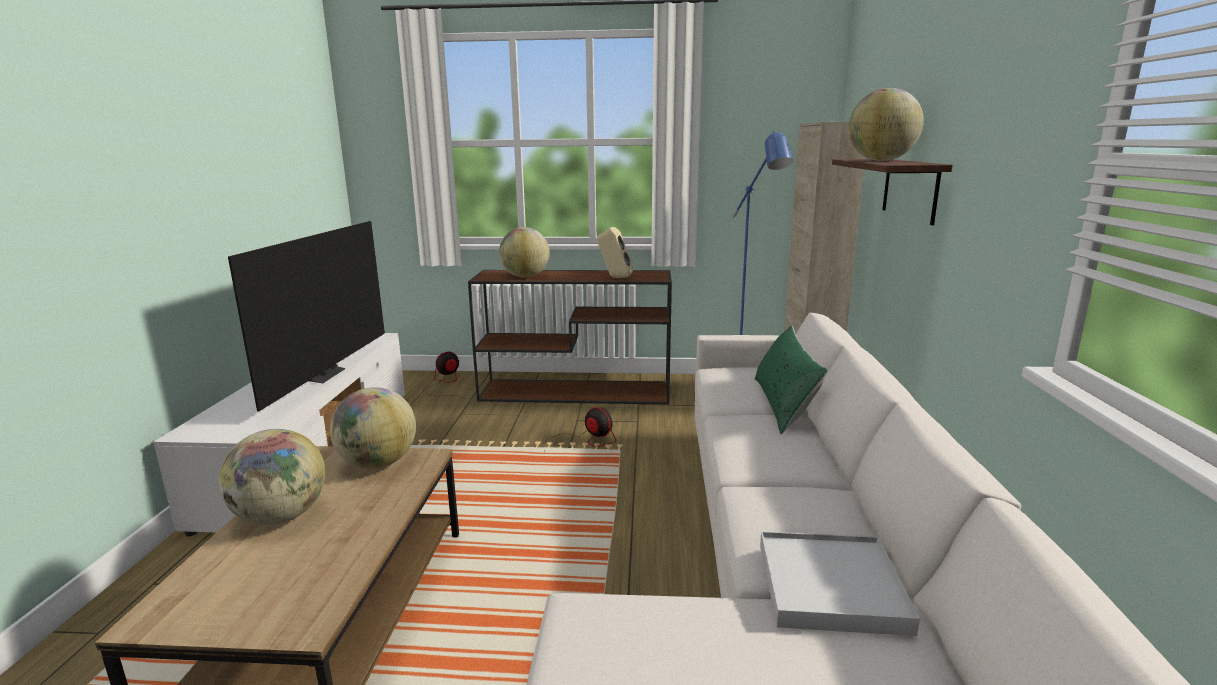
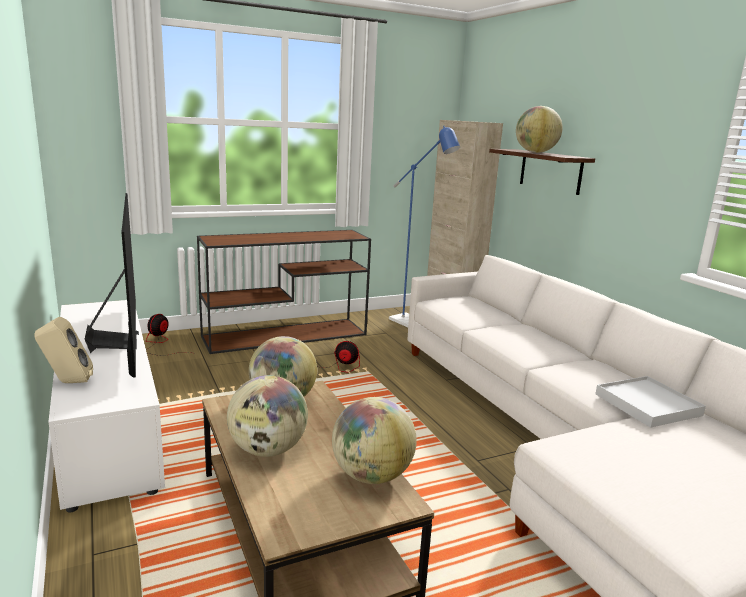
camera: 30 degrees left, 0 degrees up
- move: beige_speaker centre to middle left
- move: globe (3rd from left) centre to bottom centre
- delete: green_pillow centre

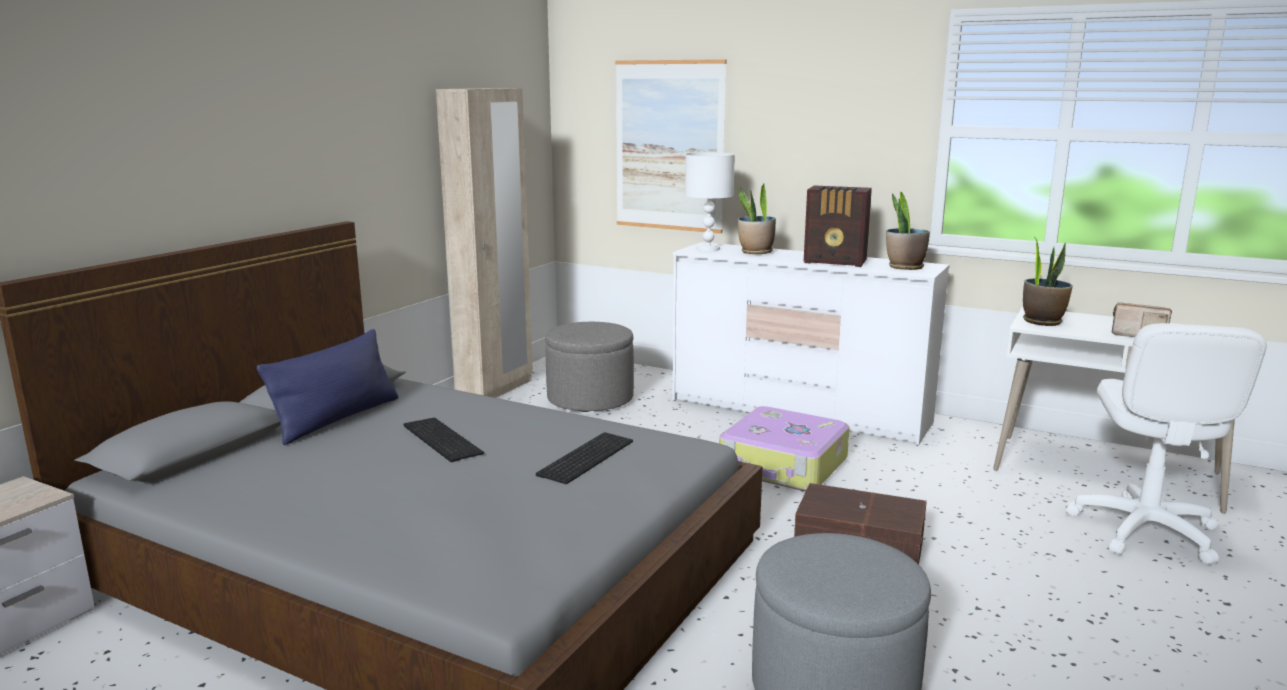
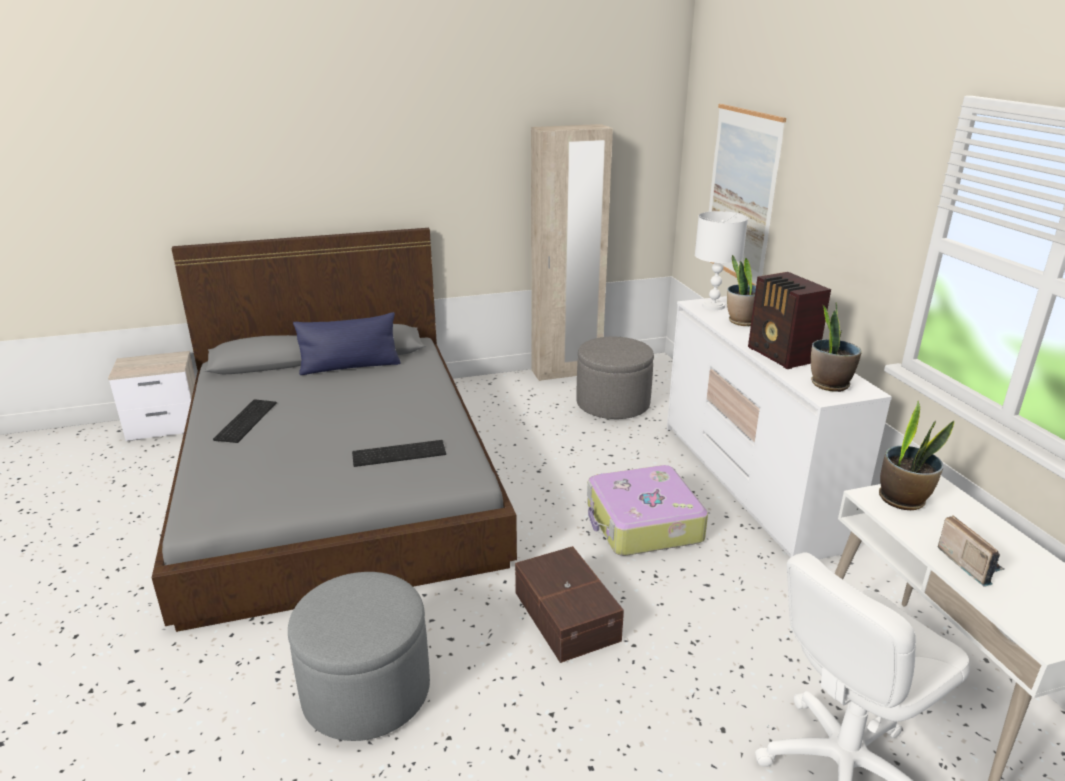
camera: 45 degrees right, 10 degrees up
- move: keyboard (1st from left) centre to middle left

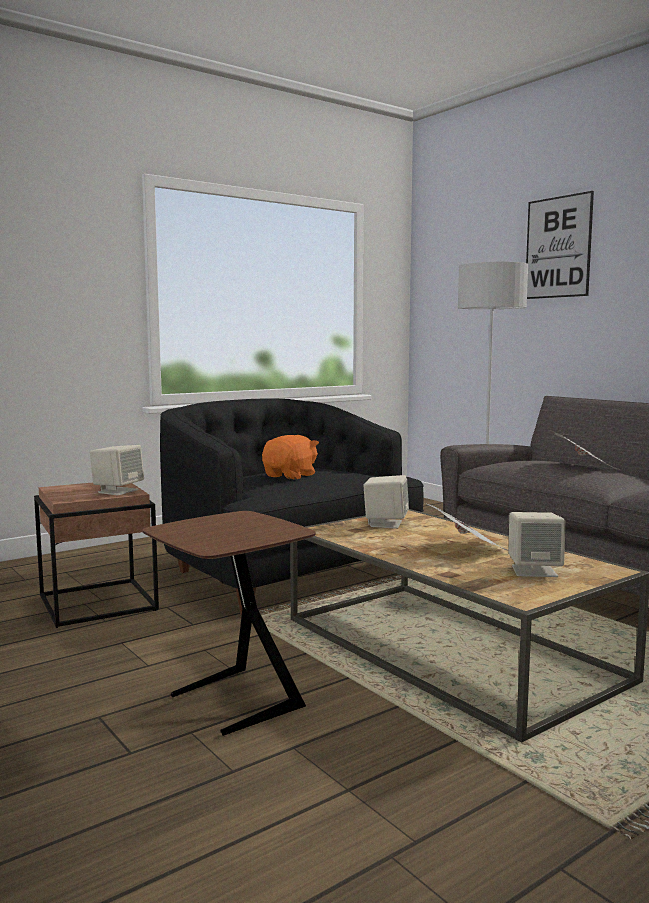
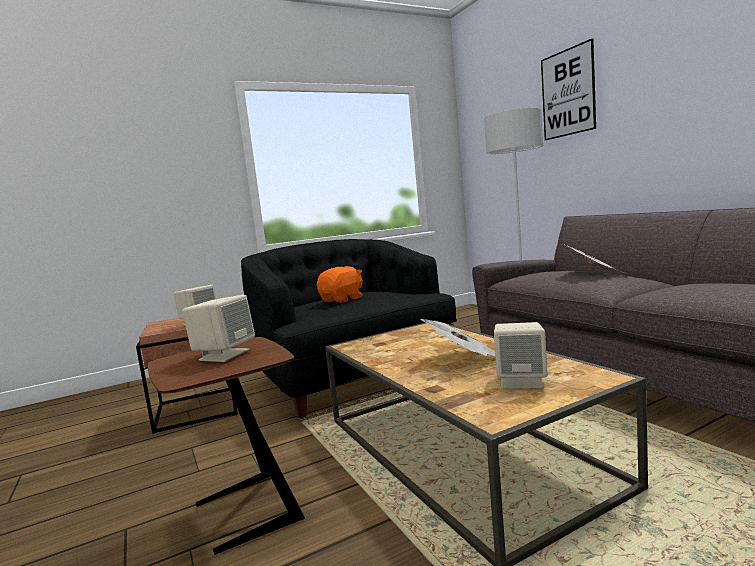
camera: 10 degrees right, 0 degrees up
- move: beige_speaker (2nd from left) centre to middle left

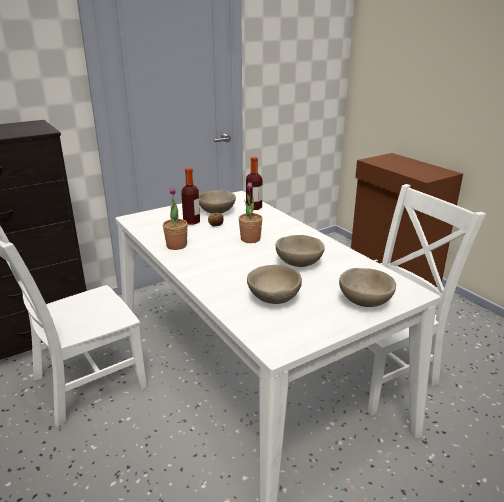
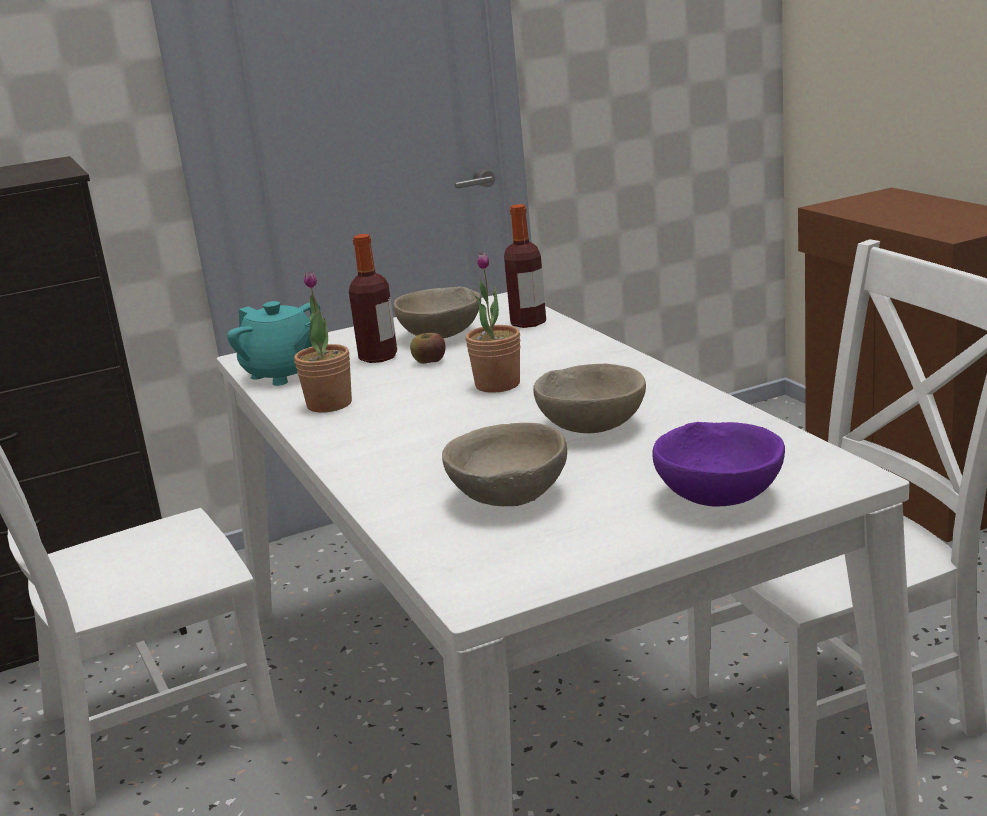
camera: 10 degrees right, 5 degrees down
- insert: turquoise_teapot middle left
- recolor: beige_bowl (4th from left) middle right to purple_bowl middle right

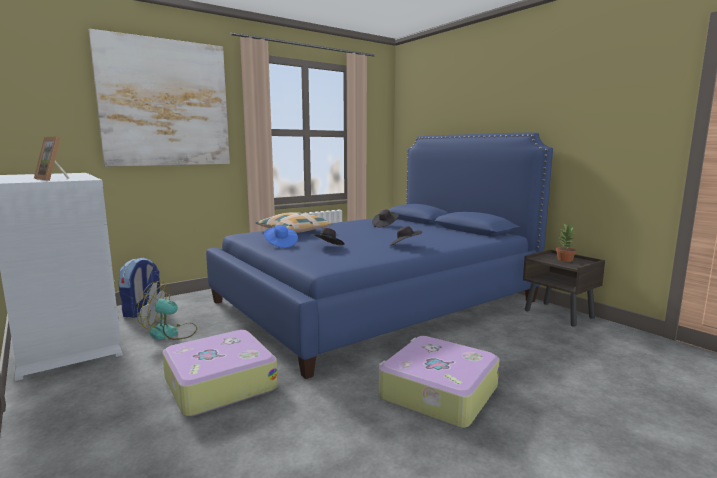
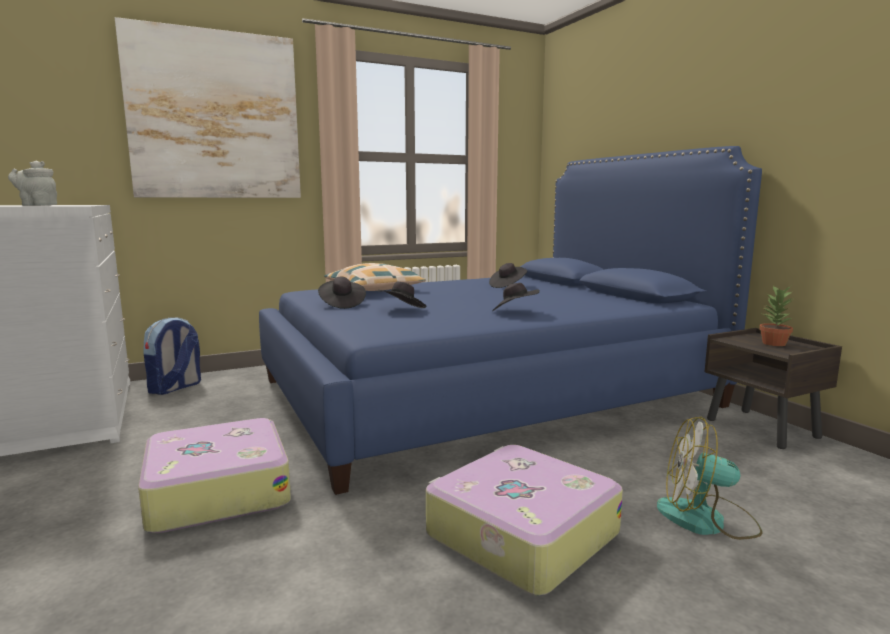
camera: 10 degrees right, 0 degrees up
- replace: picture_frame top left to grey_teapot top left
- recolor: blue_hat centre to black_hat (1st from left) centre
- move: fan middle left to bottom right

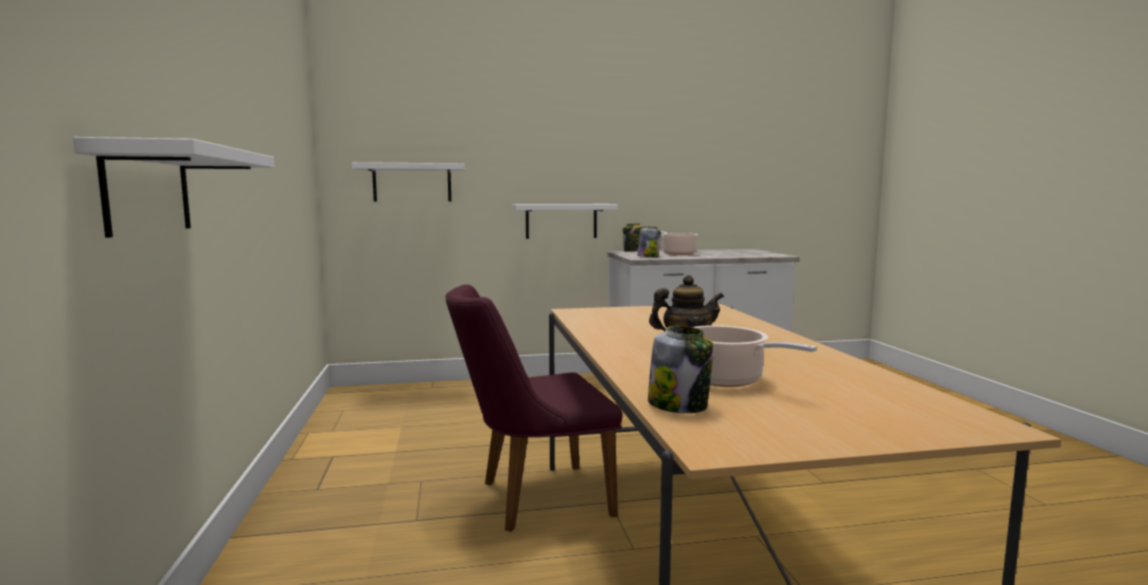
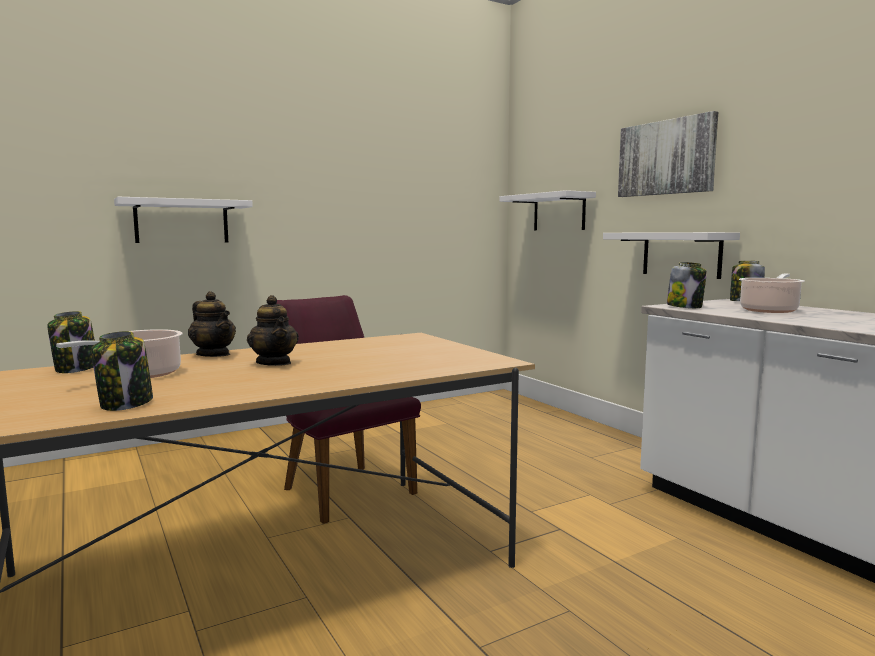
camera: 70 degrees right, 0 degrees up
- insert: jar (2nd from left) middle left
- insert: teapot (1st from left) middle left
- insert: picture top right

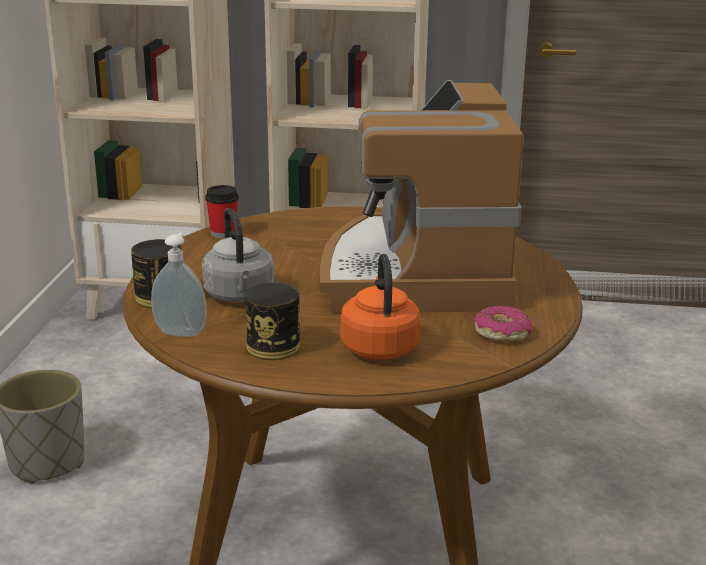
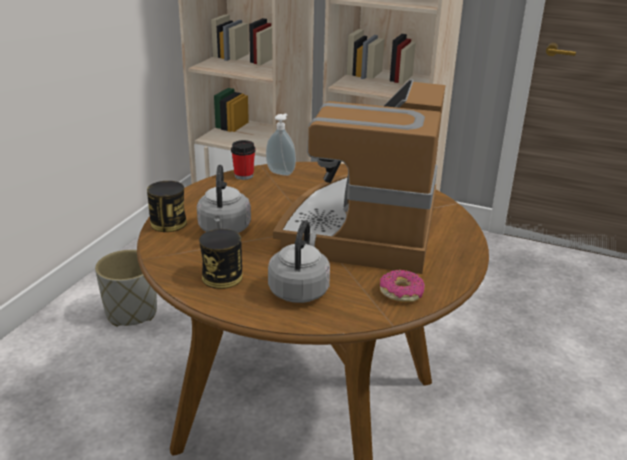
camera: 15 degrees right, 5 degrees up
- move: soap_dispenser middle left to top centre
- recolor: orange_kettle centre to grey_kettle (2nd from left) centre

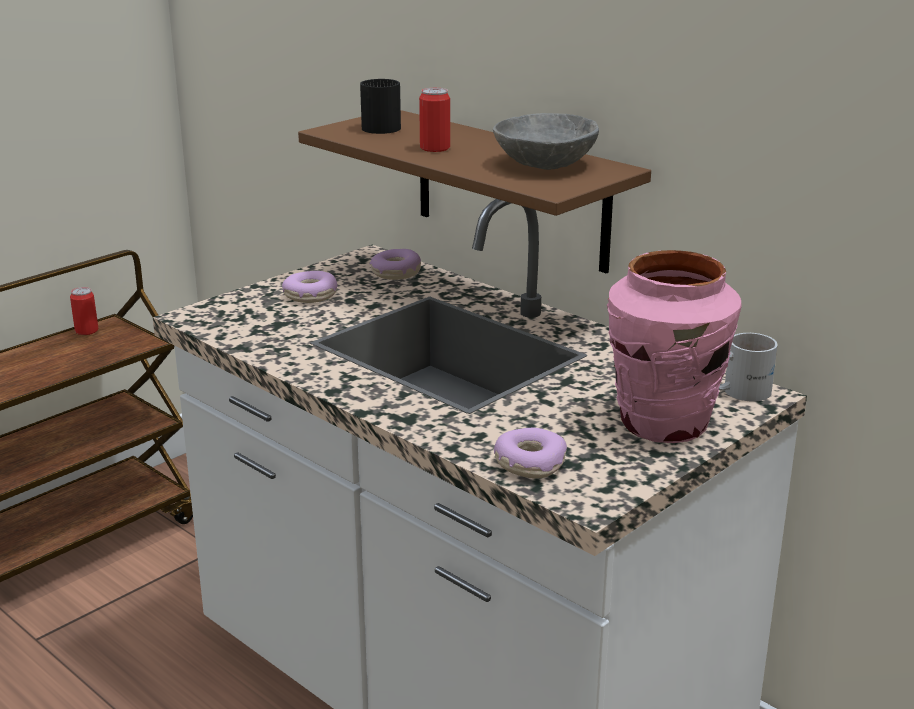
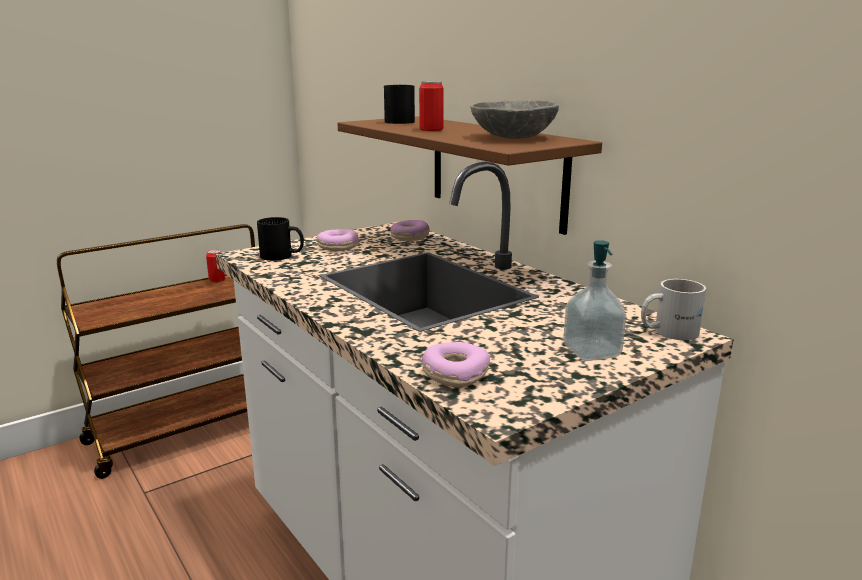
camera: 10 degrees right, 5 degrees down
- insert: black_mug (1st from left) middle left
- replace: pink_vase middle right to soap_dispenser middle right

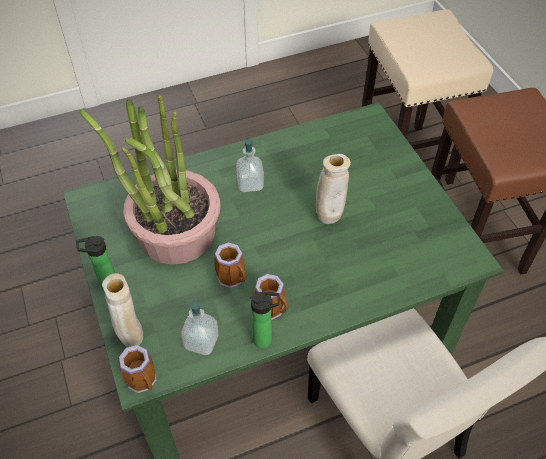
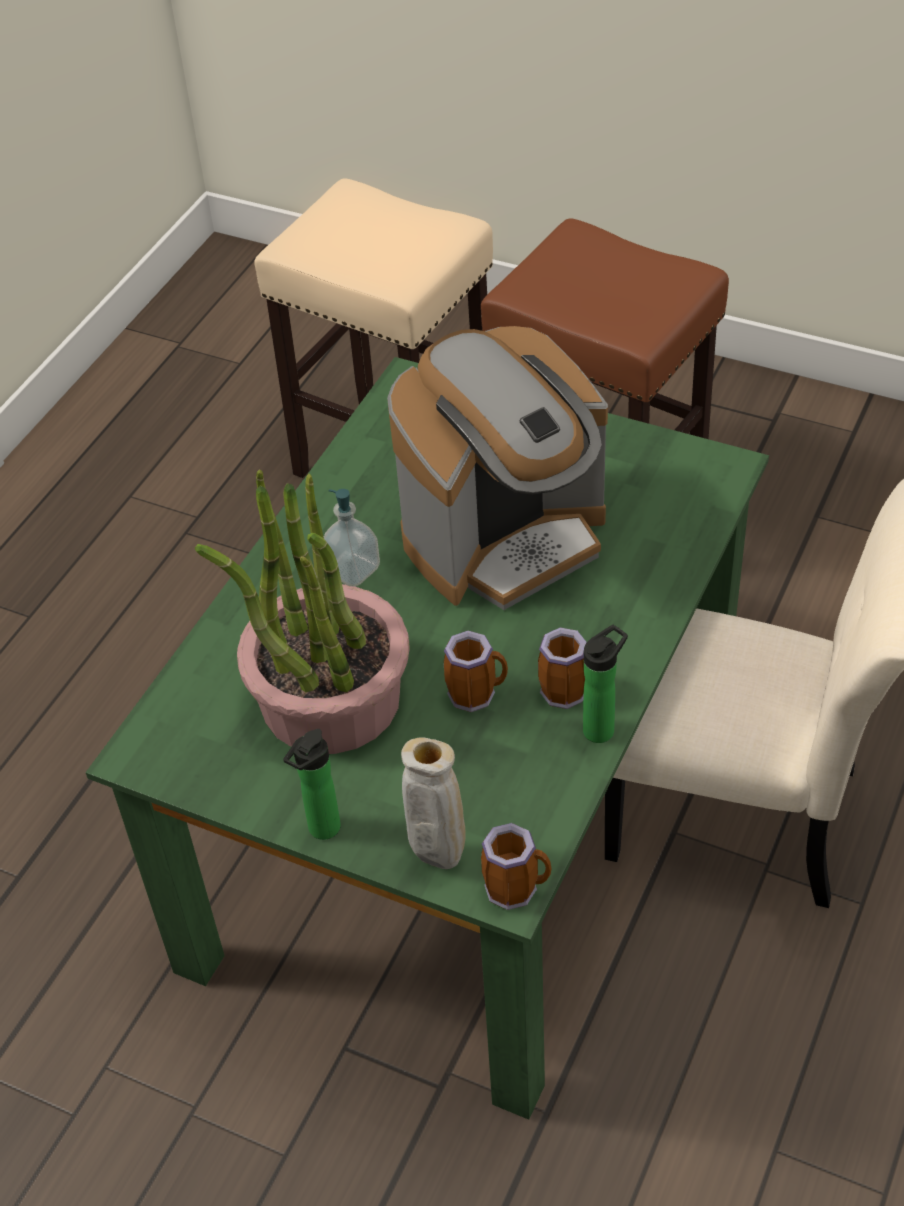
camera: 40 degrees left, 5 degrees down
- replace: beige_vase (2nd from left) centre to coffee_machine centre
- delete: soap_dispenser (1st from left) bottom centre

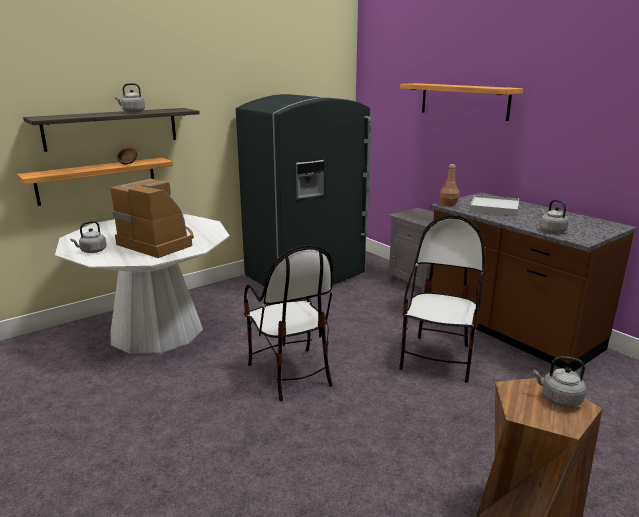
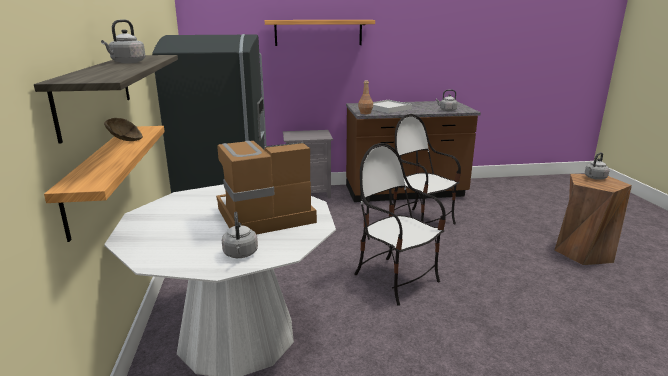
camera: 60 degrees left, 0 degrees up
- rotate: chair (1st from left) centre = centre 135 degrees counterclockwise

